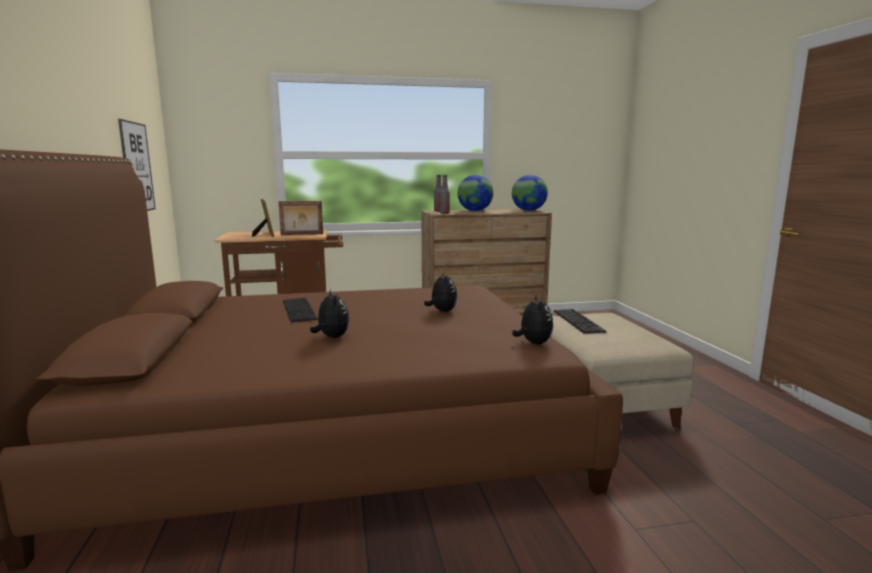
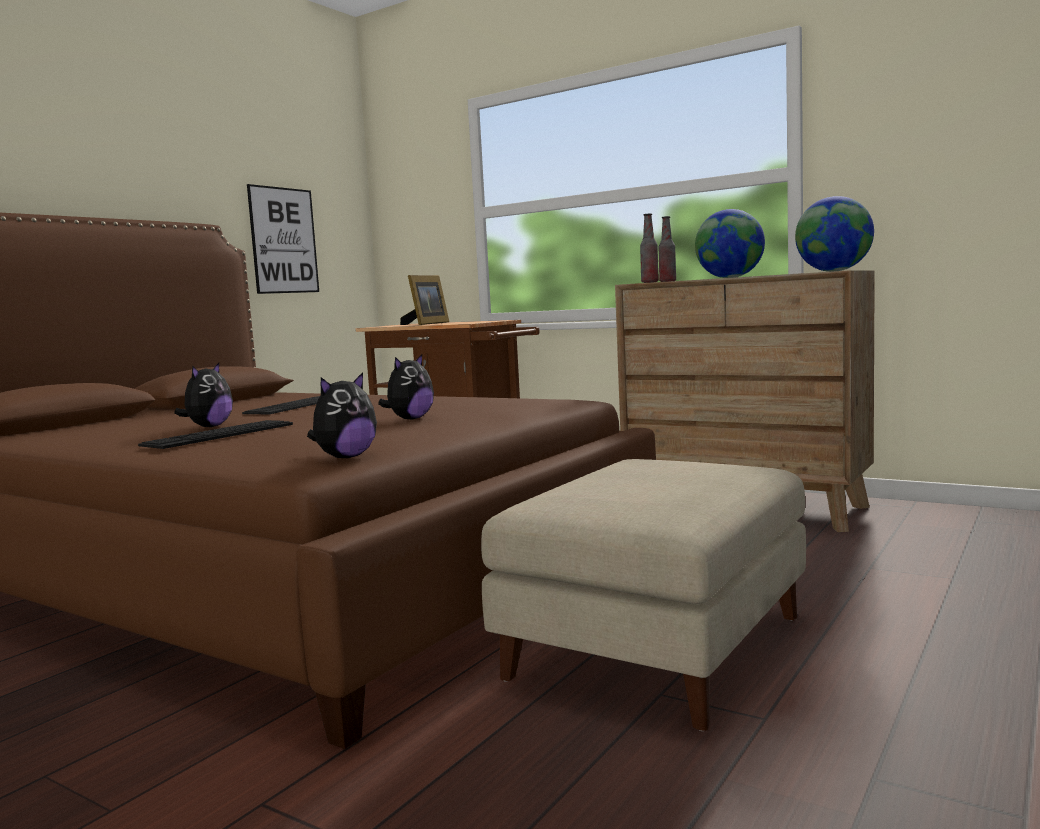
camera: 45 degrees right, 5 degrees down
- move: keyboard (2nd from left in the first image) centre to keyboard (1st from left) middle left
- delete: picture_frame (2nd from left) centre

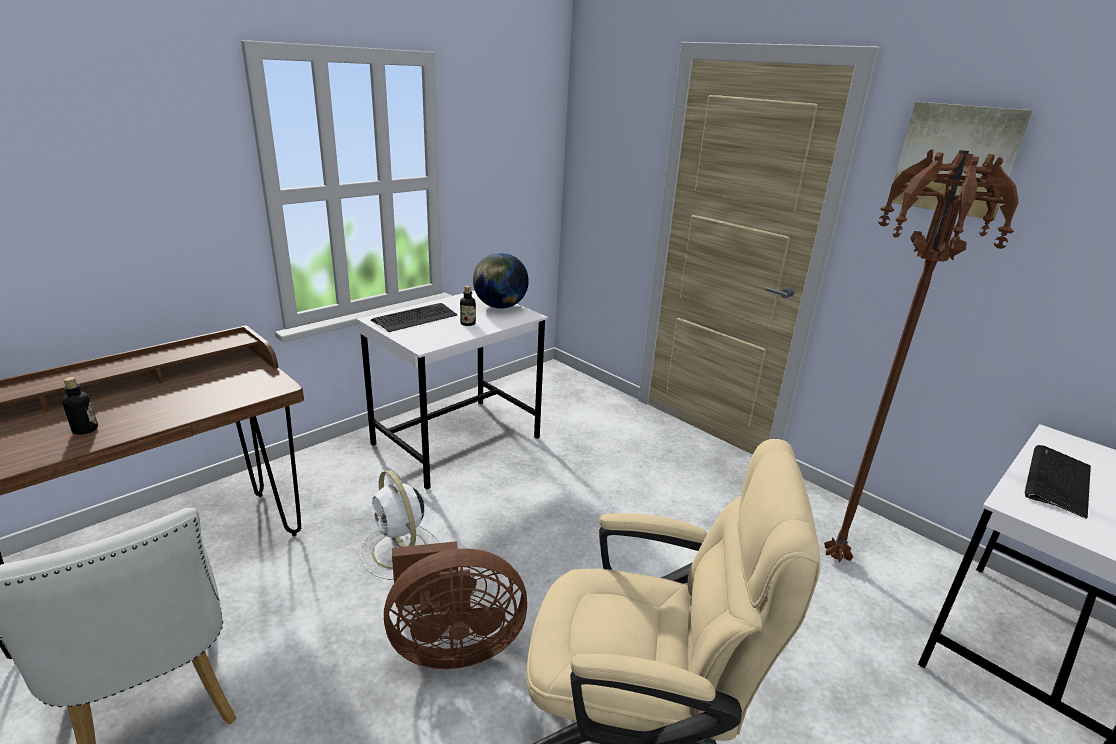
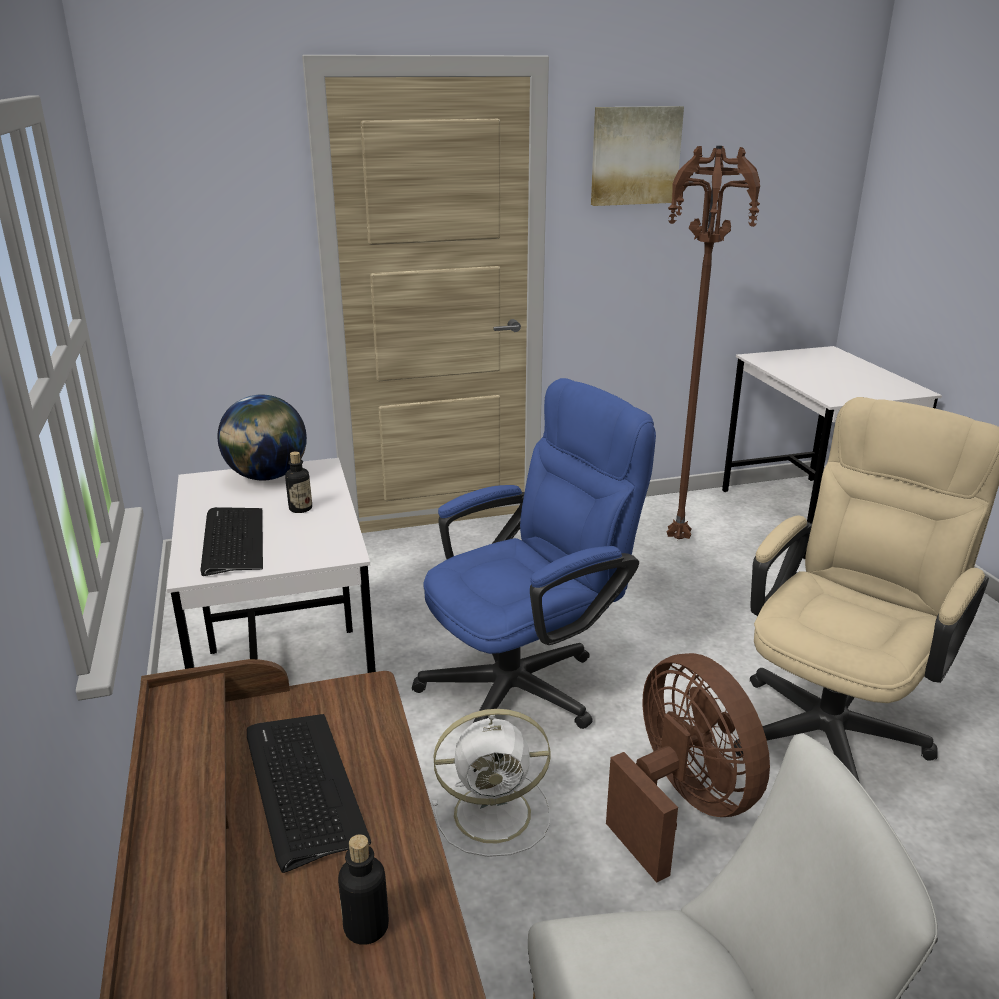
camera: 60 degrees left, 0 degrees up
- move: keyboard (2nd from left) middle right to bottom left
- insert: blue_office_chair centre
- rotate: brown_fan bottom centre = bottom right 45 degrees counterclockwise

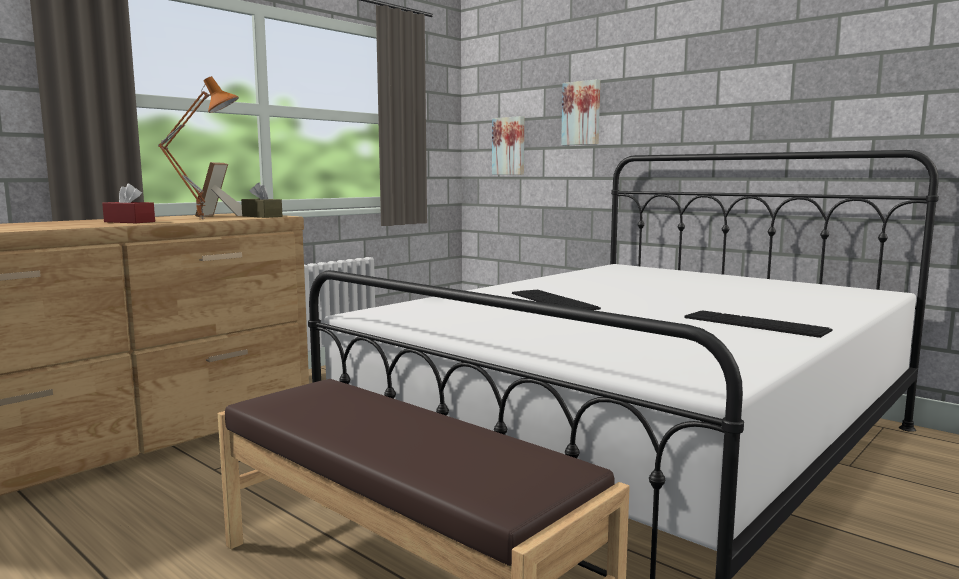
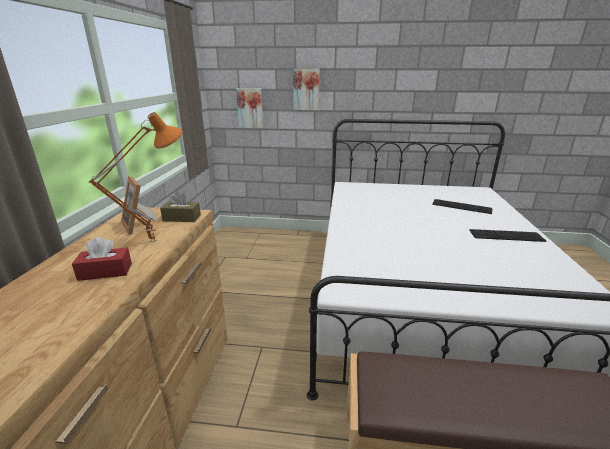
camera: 35 degrees left, 15 degrees up
- move: keyboard (1st from left) centre to middle right

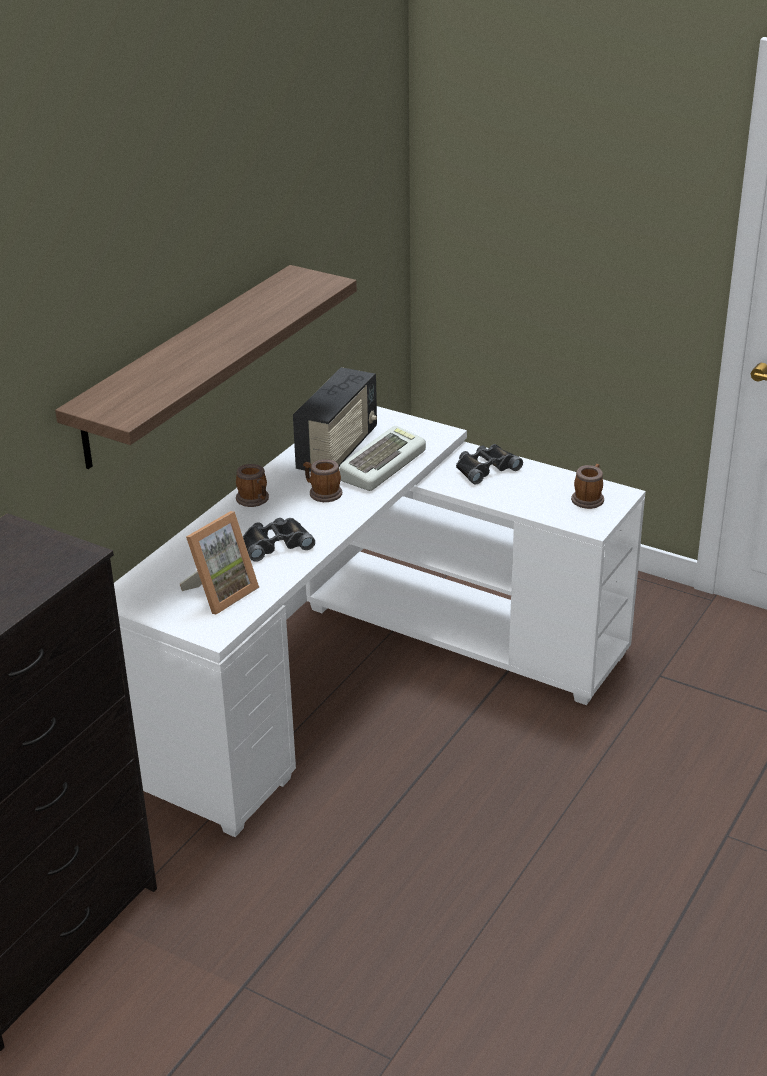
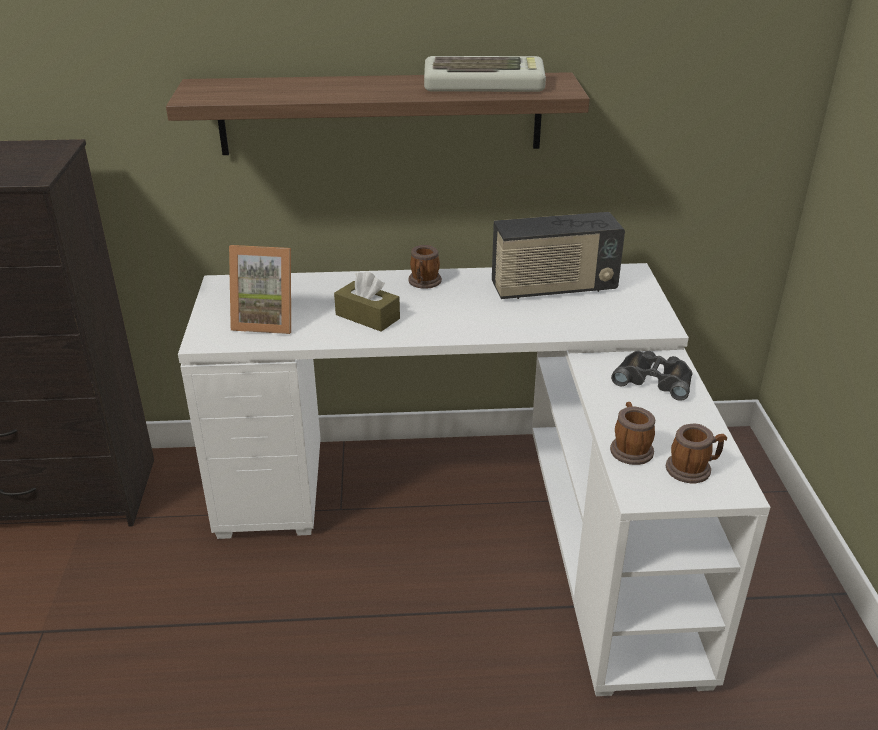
camera: 55 degrees right, 0 degrees up
- replace: black_binoculars (1st from left) centre to brown_tissue_box centre
- move: keyboard centre to top centre
- move: mug (2nd from left) centre to middle right

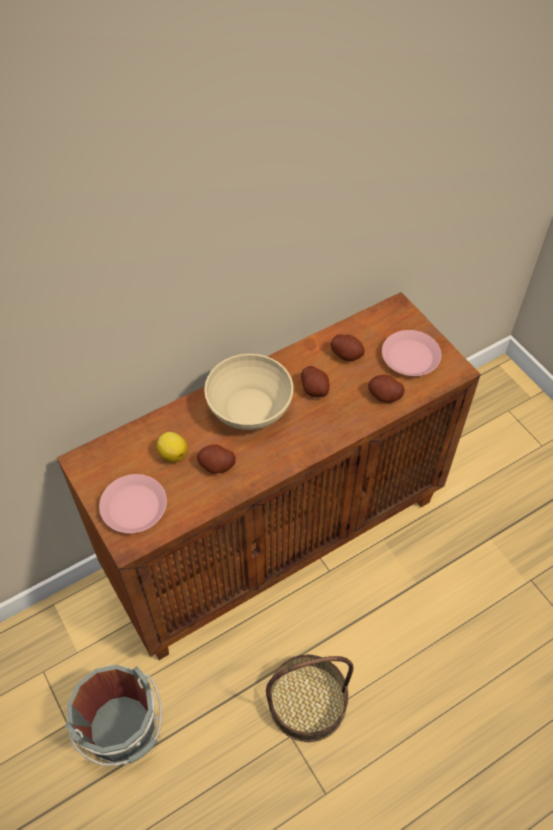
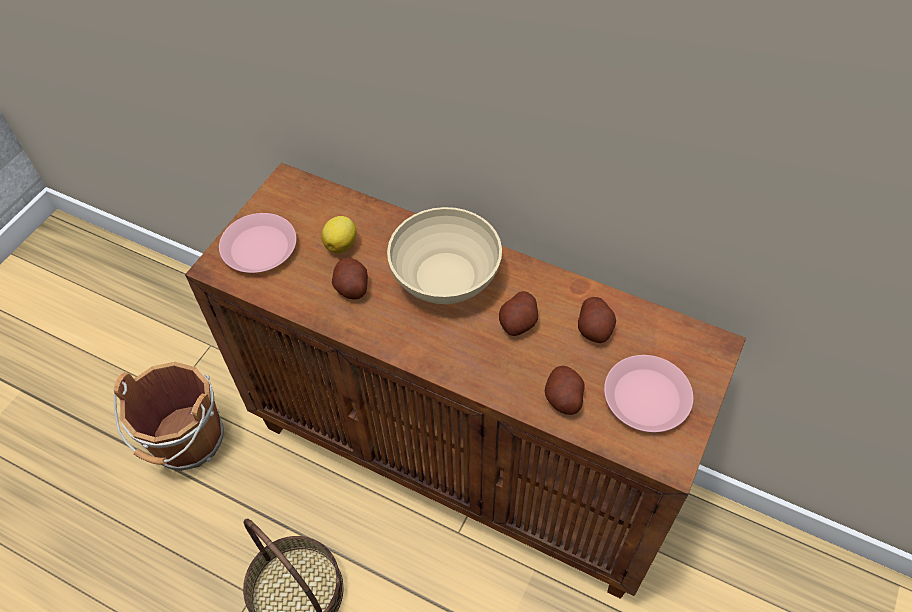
camera: 60 degrees right, 0 degrees up
- recolor: grey_bucket bottom left to brown_bucket bottom left

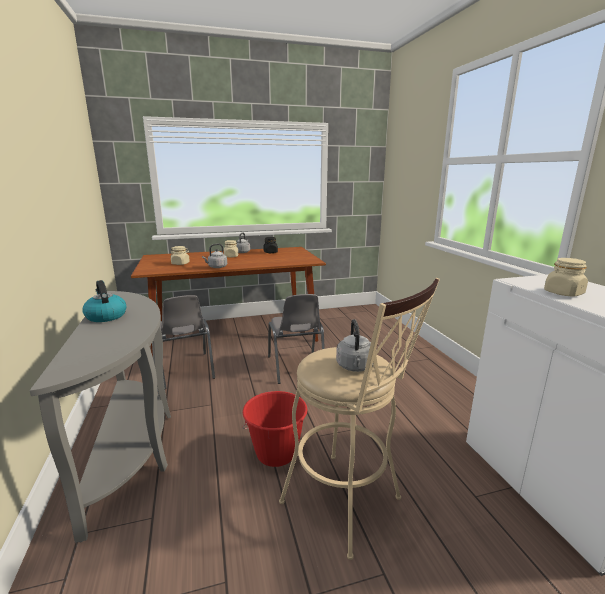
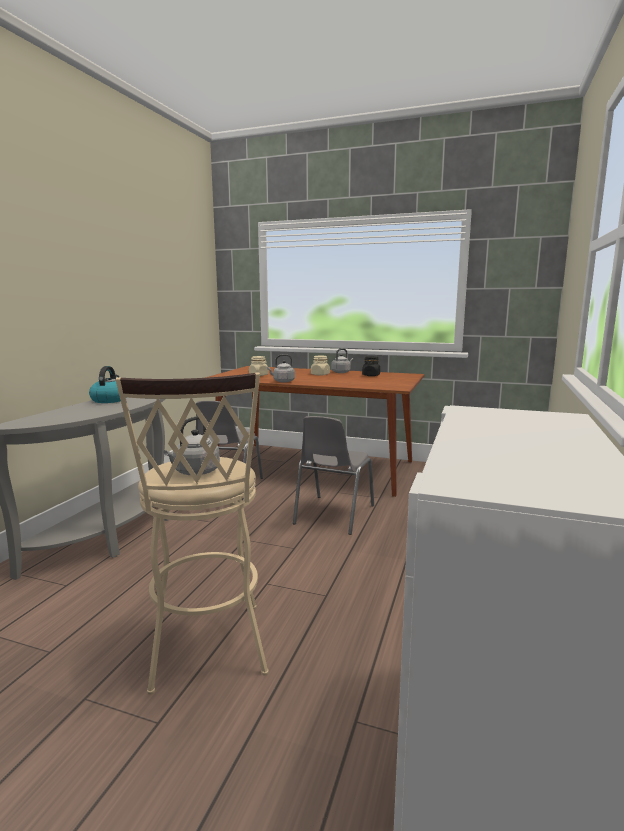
camera: 35 degrees right, 5 degrees down
- delete: red_bucket bottom centre
- delete: beige_jar (3rd from left) middle right

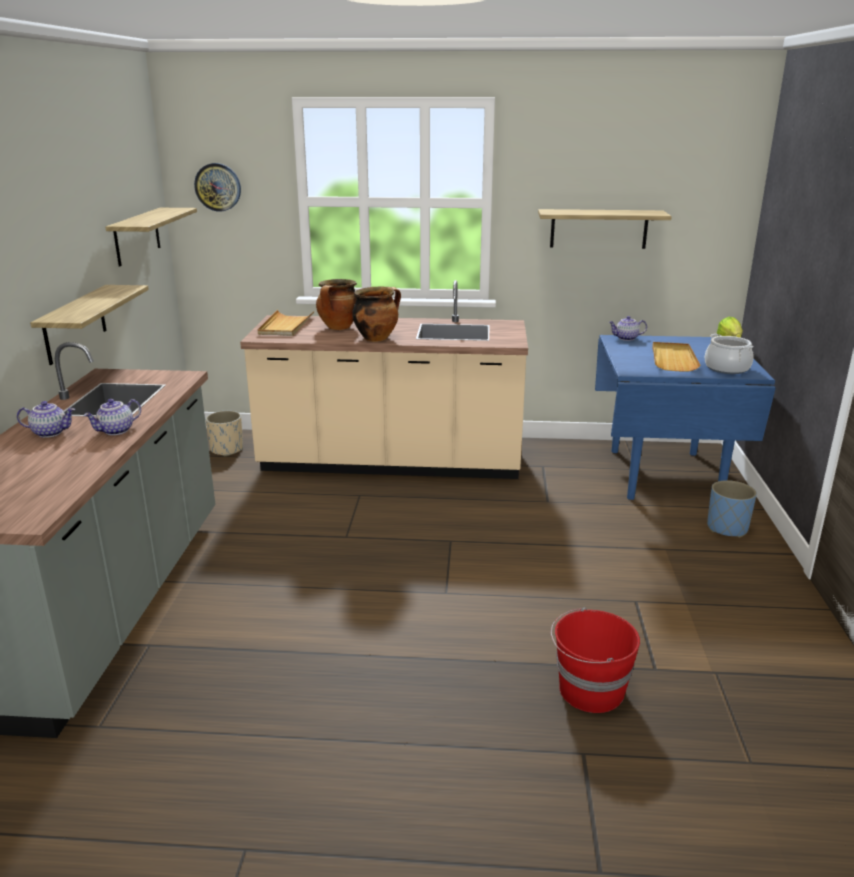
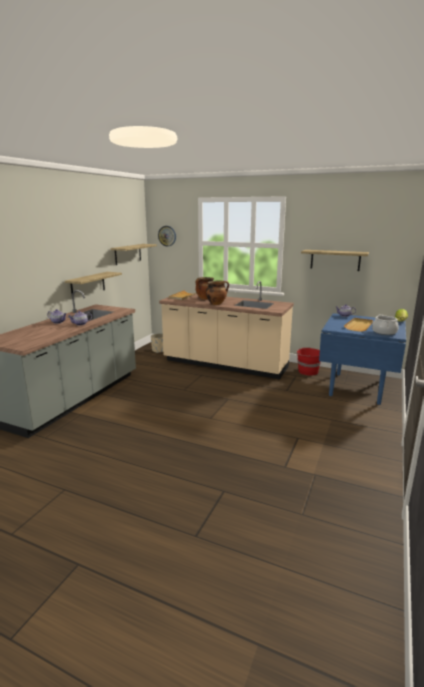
camera: 20 degrees right, 5 degrees down
- move: red_bucket bottom right to middle right
- delete: blue_planter middle right

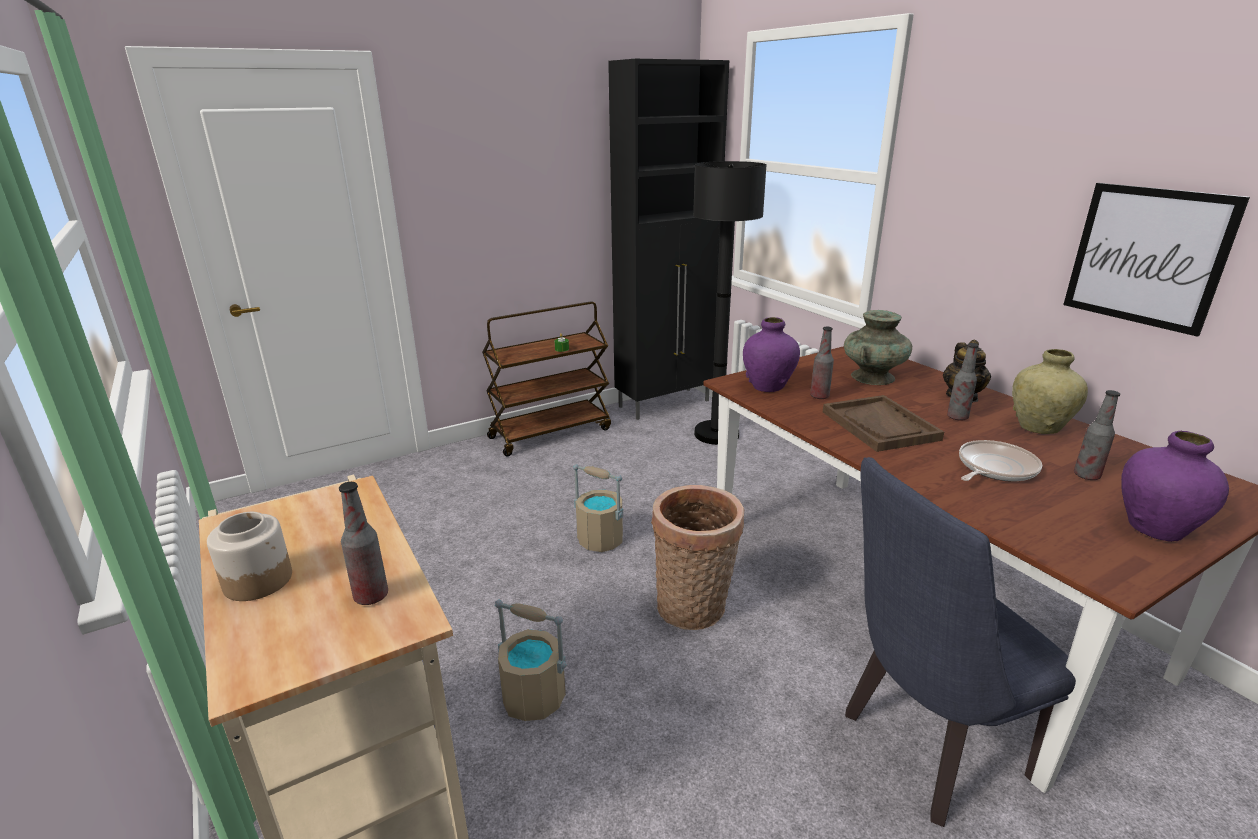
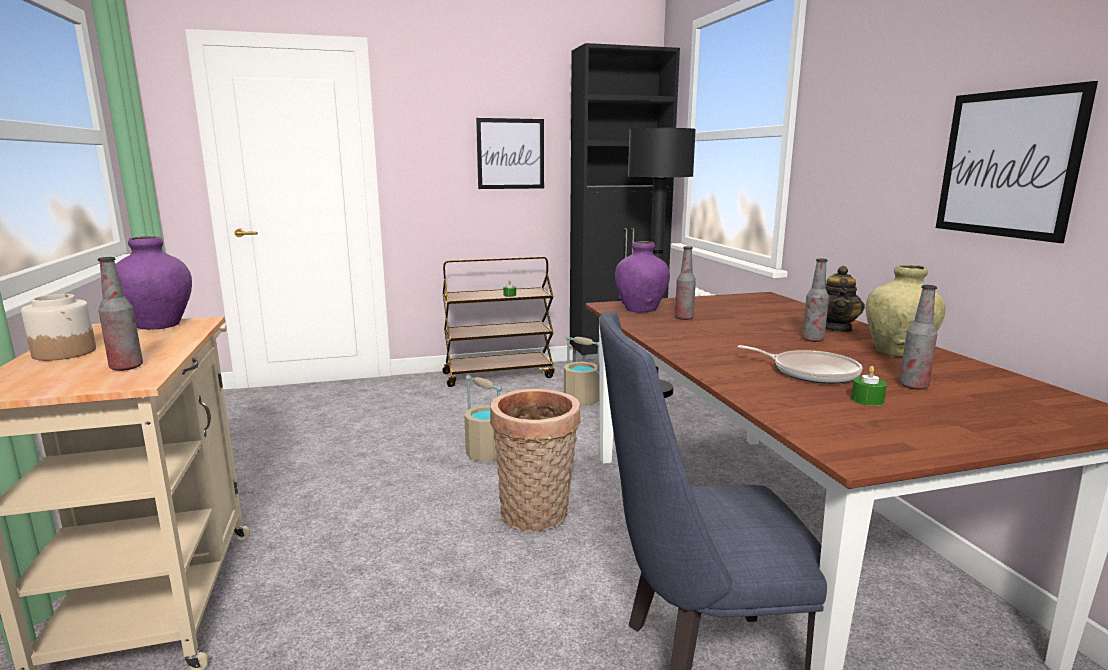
camera: 15 degrees right, 10 degrees down
- move: purple_vase (2nd from left in the first image) middle right to purple_vase (1st from left) middle left
- insert: picture (1st from left) top centre
- move: beige_bucket (1st from left in the first image) bottom centre to beige_bucket (2nd from left) centre
- rotate: frying_pan middle right = middle right 60 degrees clockwise
- insert: green_candle (2nd from left) middle right
- delete: brown_tray middle right
- delete: turquoise_vase middle right

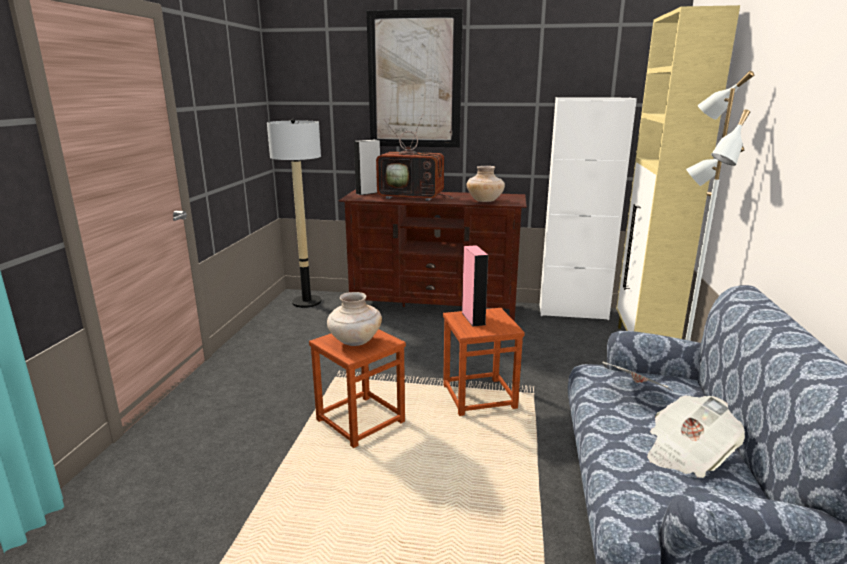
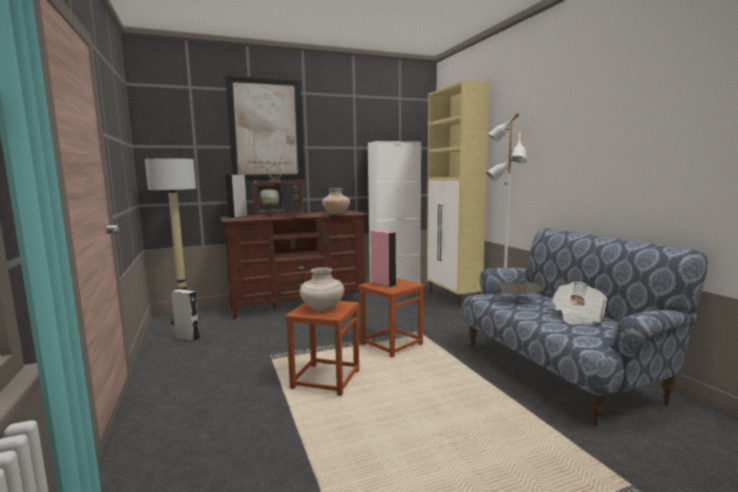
camera: 30 degrees left, 10 degrees down
- insert: grey_speaker (1st from left) middle left

